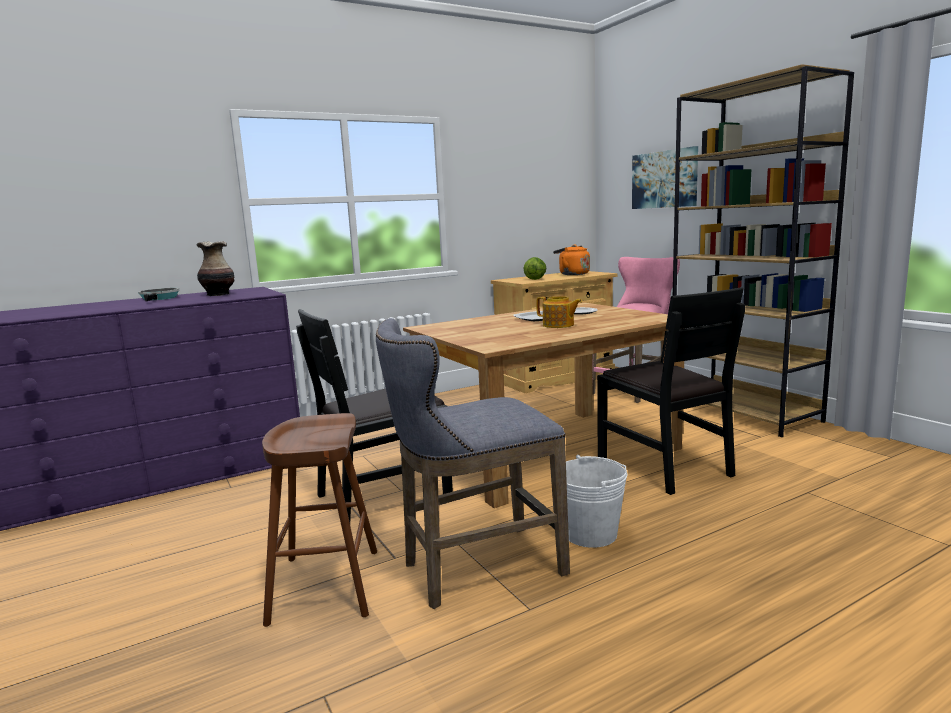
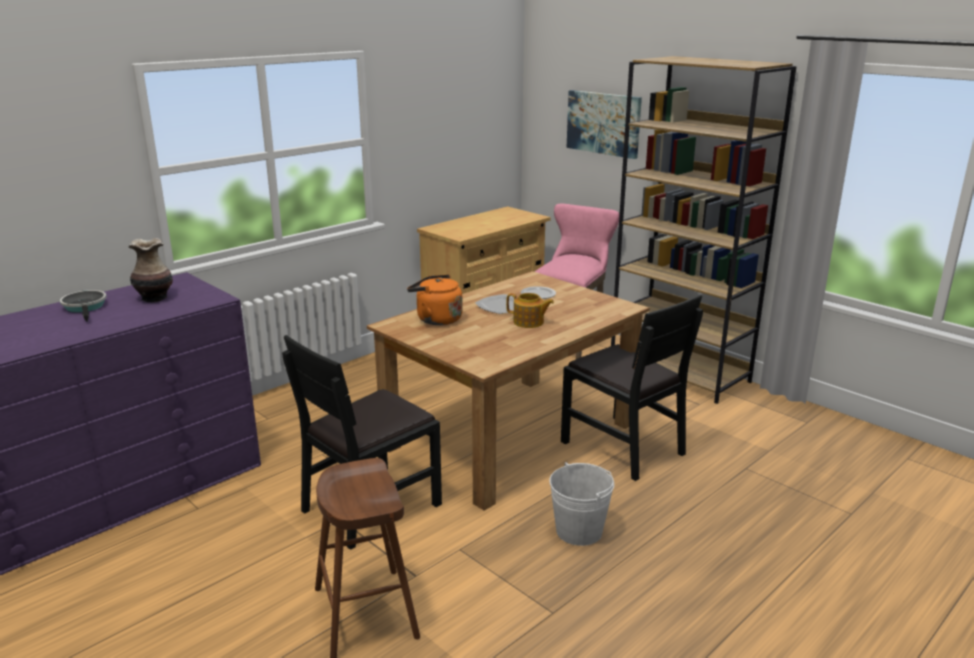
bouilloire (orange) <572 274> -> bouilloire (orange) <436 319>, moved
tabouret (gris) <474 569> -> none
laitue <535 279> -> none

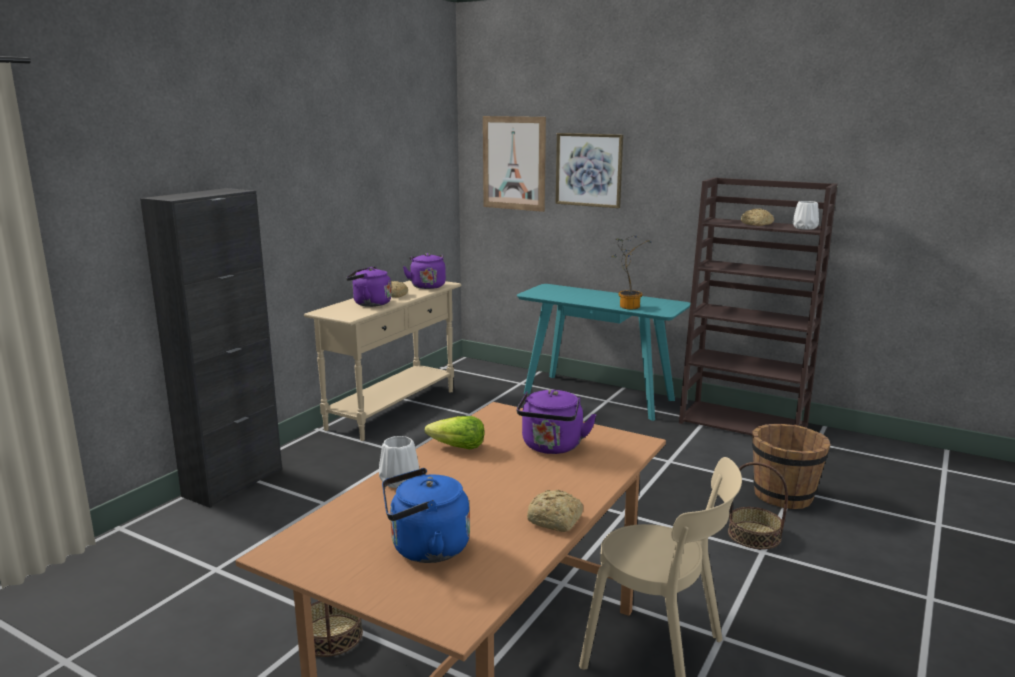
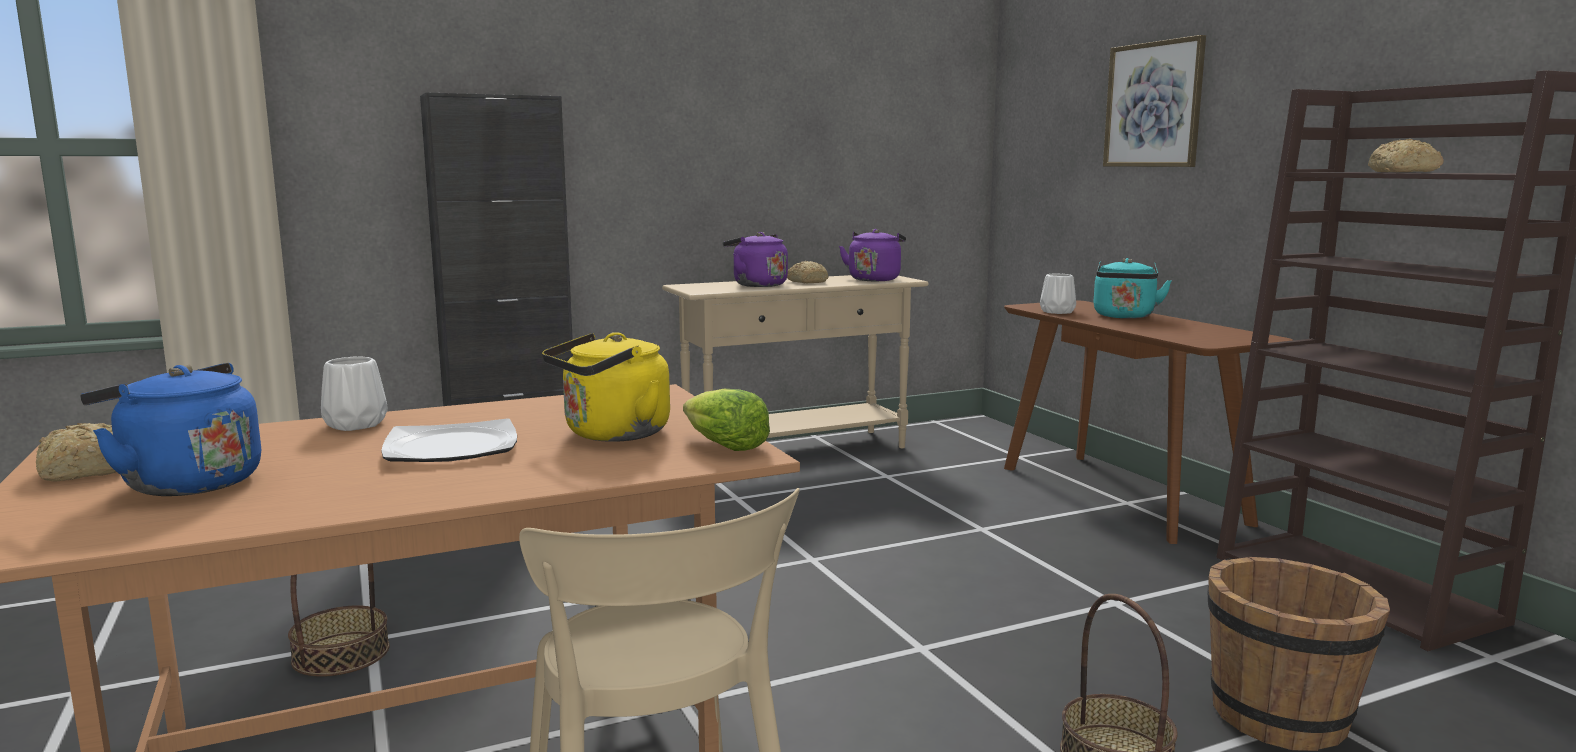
pain <556 521> -> pain <85 471>, moved
none -> assiette <453 447>
bouilloire (violet) <552 447> -> bouilloire (jaune) <612 434>
laitue <457 447> -> laitue <723 446>, moved
table console (turquoise) <598 396> -> table console (marron) <1121 494>
vase (blanc) <805 228> -> vase (blanc) <1058 312>, moved
none -> bouilloire (turquoise) <1124 316>
tableau <514 163> -> none
plante en pot <627 306> -> none

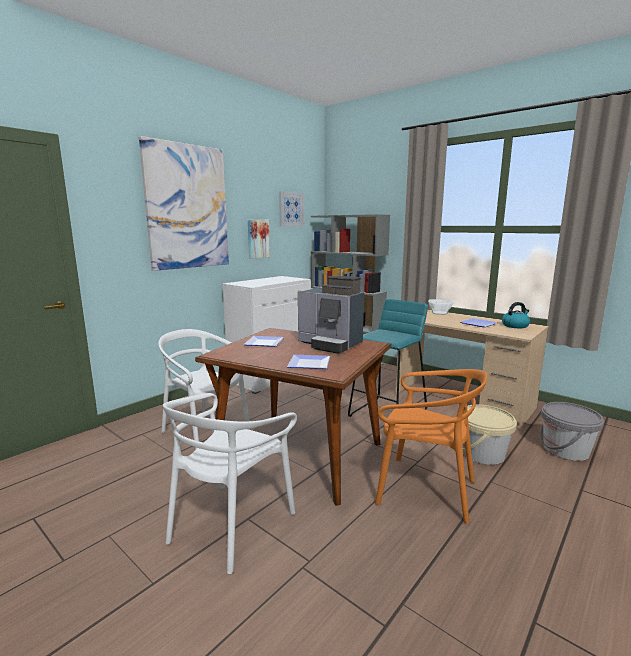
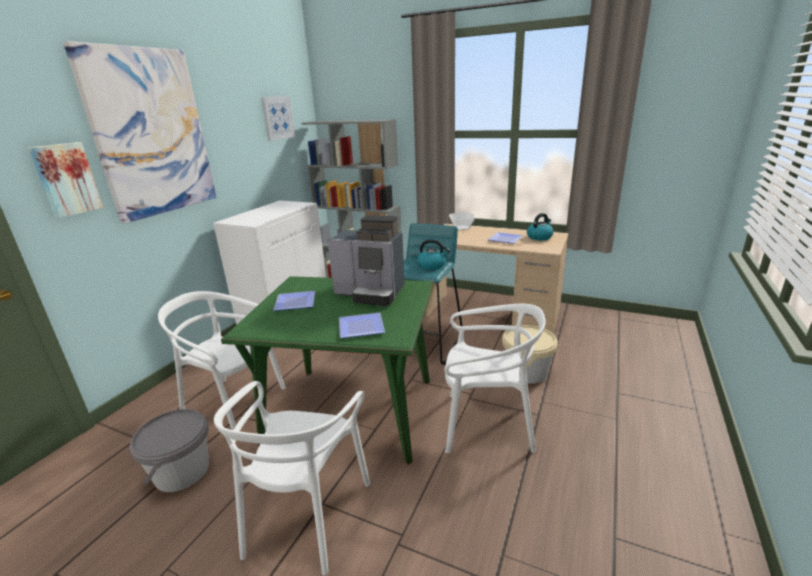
tableau <257 238> -> tableau <66 179>, moved
seau (gris) <565 450> -> seau (gris) <182 471>, moved
table à manger (marron) <300 454> -> table à manger (vert) <352 411>
none -> bouilloire <432 265>
chaise (orange) <425 489> -> chaise (blanc) <487 424>

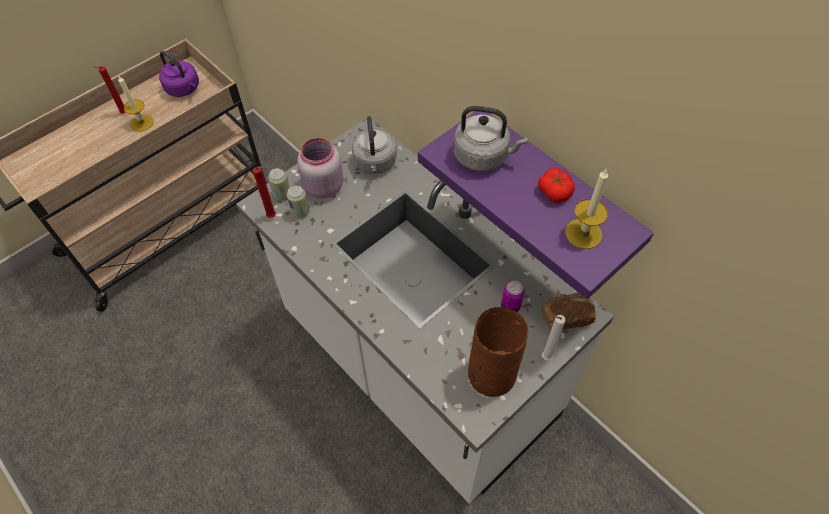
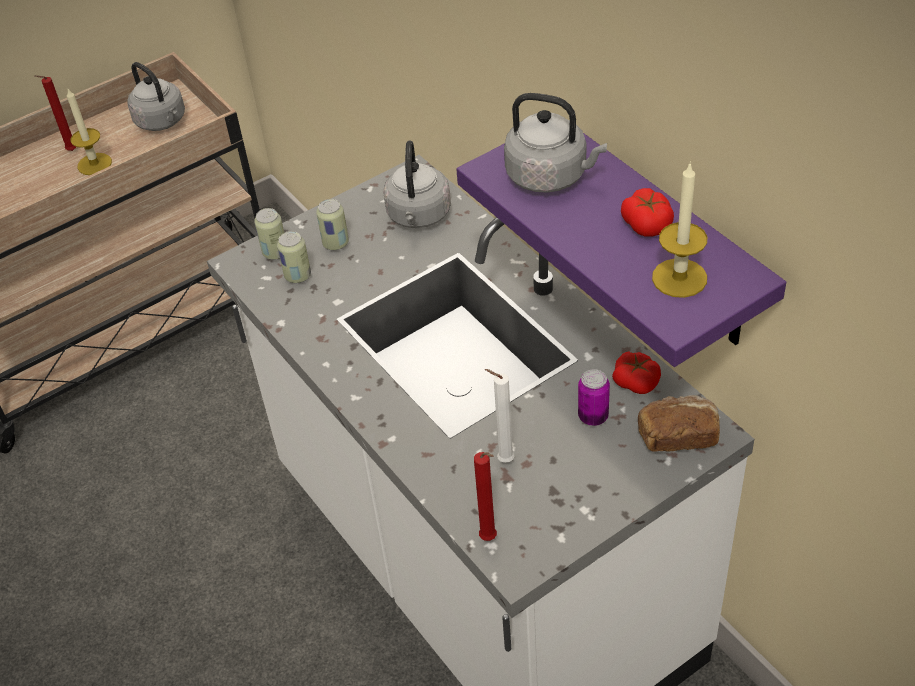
bouilloire (violet) <184 89> -> bouilloire (gris) <162 122>
bocal (rose) <322 186> -> boîte métallique <335 243>
bougie (rouge) <272 217> -> bougie (rouge) <490 539>, moved
bougie (blanc) <544 357> -> bougie (blanc) <503 460>, moved
none -> tomate <636 381>
vase (marron) <490 374> -> none

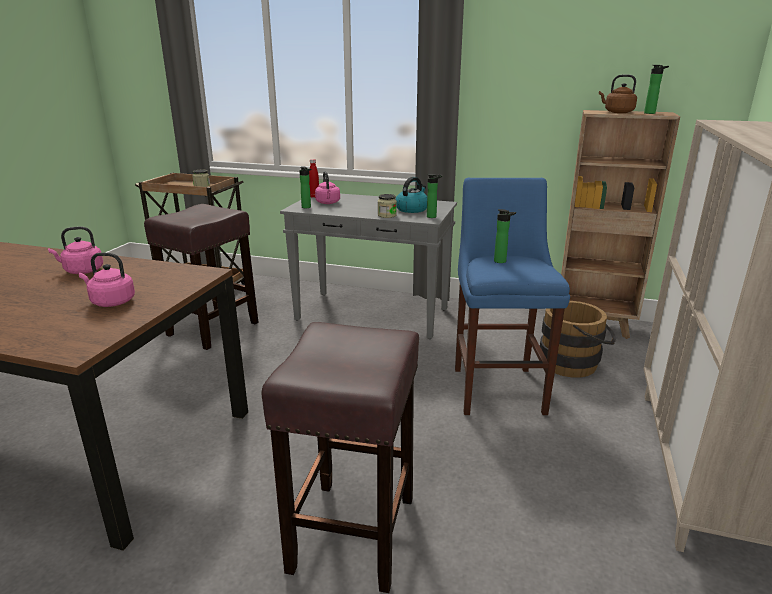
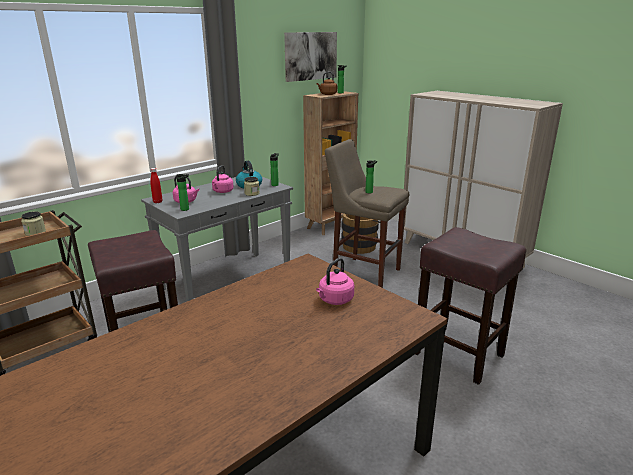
bouilloire (rose) <82 271> -> bouilloire (rose) <222 191>, moved
none -> tableau <310 56>
tabouret (bleu) <497 387> -> tabouret (beige) <363 272>

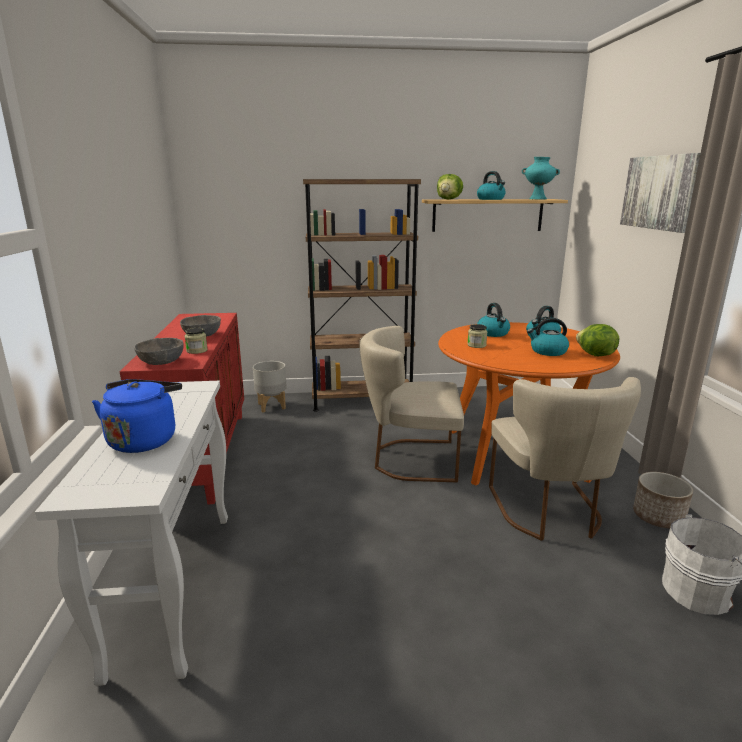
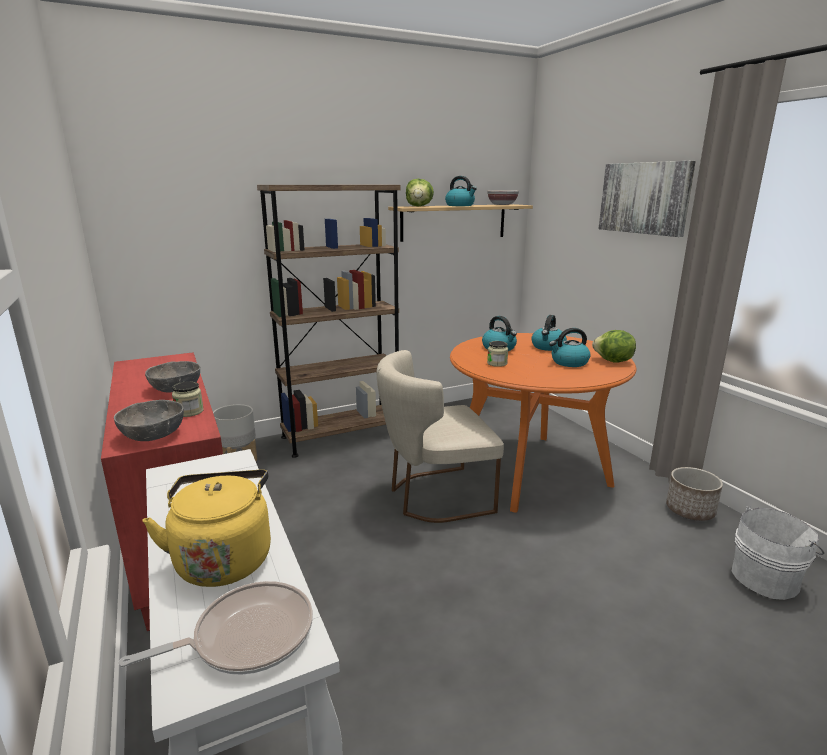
none -> poêle <247 636>
bouilloire (bleu) <144 439> -> bouilloire (jaune) <224 558>
vase (turquoise) <538 199> -> bol <502 204>
chaise (beige) <550 513> -> none

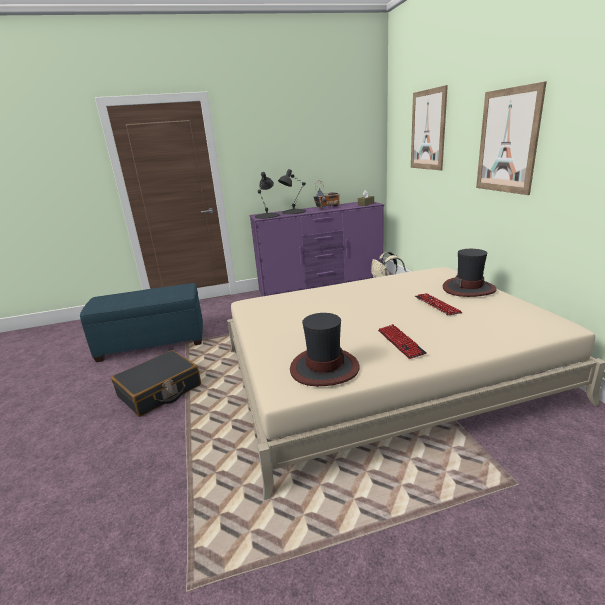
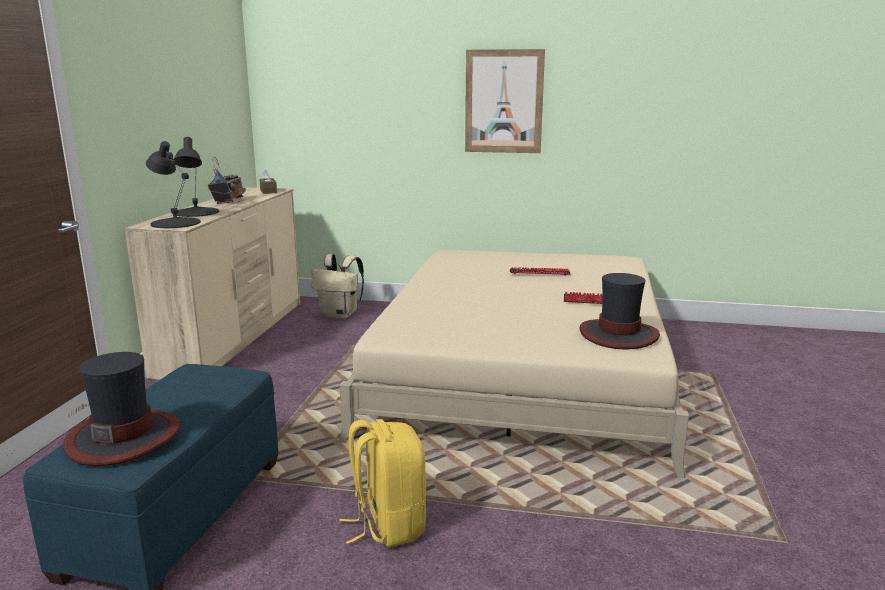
chapeau <469 288> -> chapeau <124 437>, moved
commode (violet) <321 285> -> commode (beige) <235 337>
valise (noir) <160 391> -> sac à dos (jaune) <388 525>
tableau <428 130> -> none

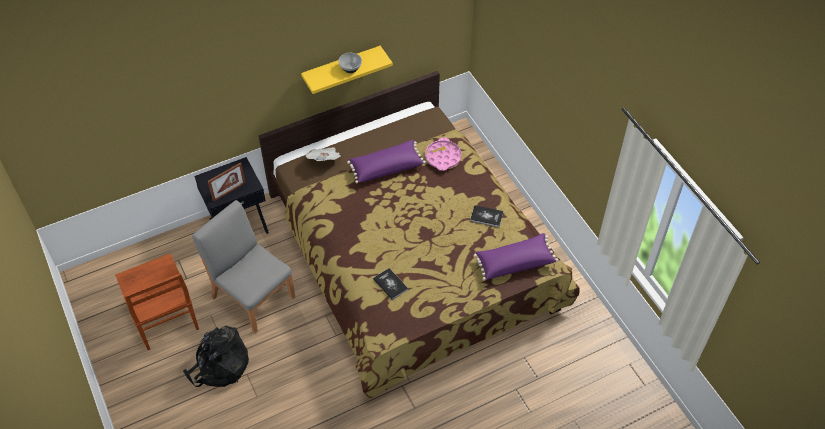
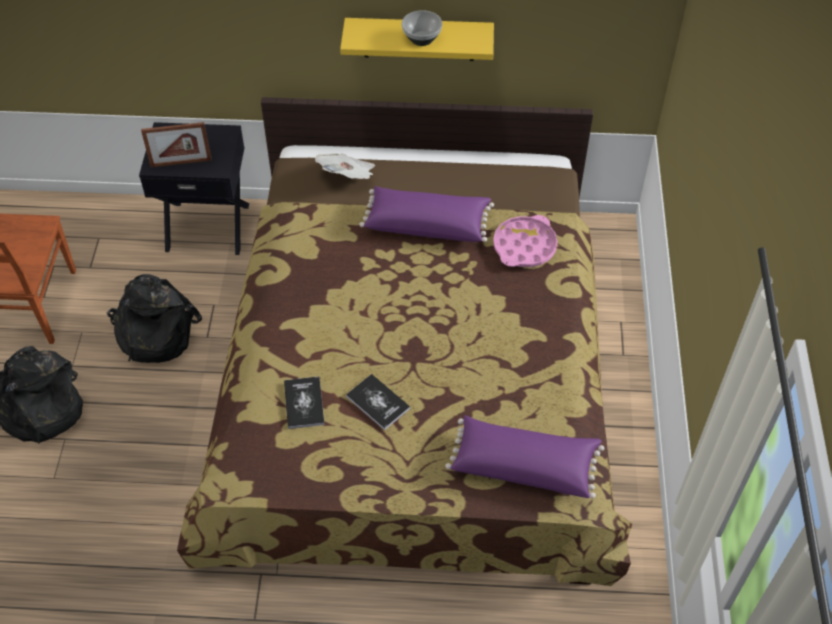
chaise (gris) <253 296> -> sac à dos (noir) <154 333>
livre <486 216> -> livre <378 402>, moved

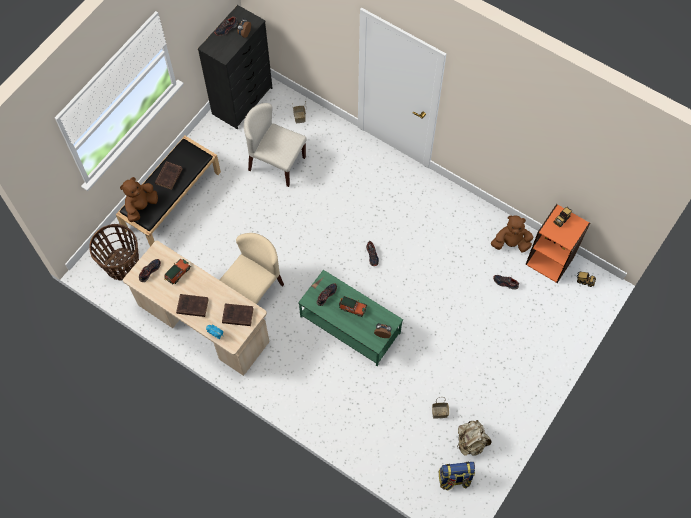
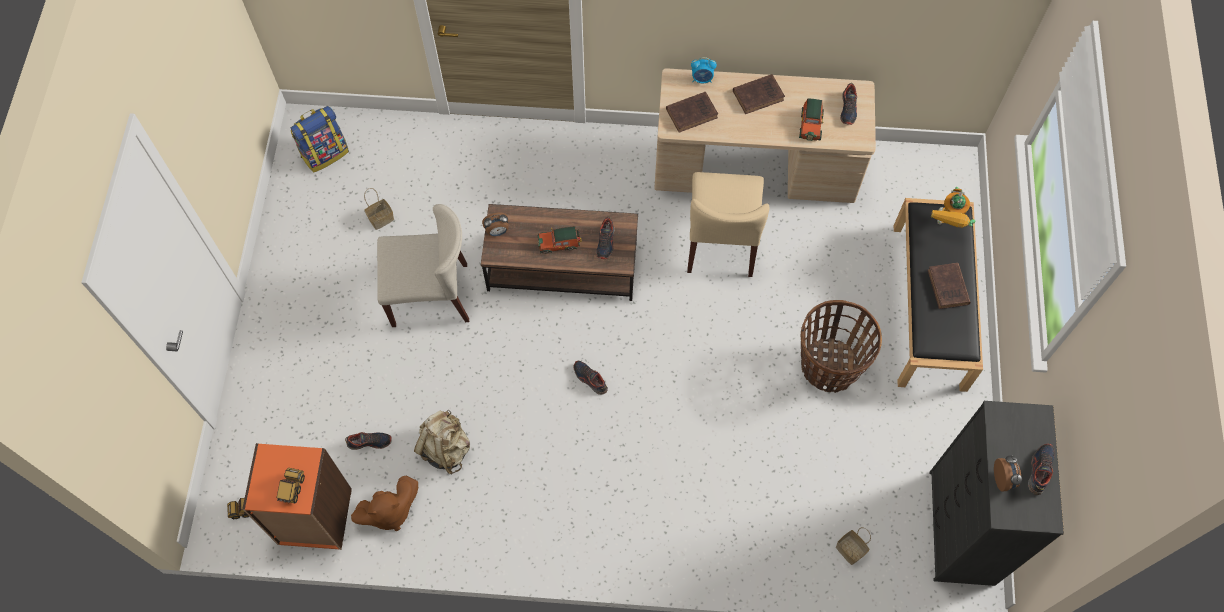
chaise (beige) <276 163> -> chaise (beige) <431 294>, moved
sac à dos (beige) <470 441> -> sac à dos (beige) <445 448>, moved
table basse (vert) <349 325> -> table basse (marron) <563 266>
panier <122 265> -> panier <828 366>, moved
peluche (marron) <141 206> -> robot jouet <947 224>

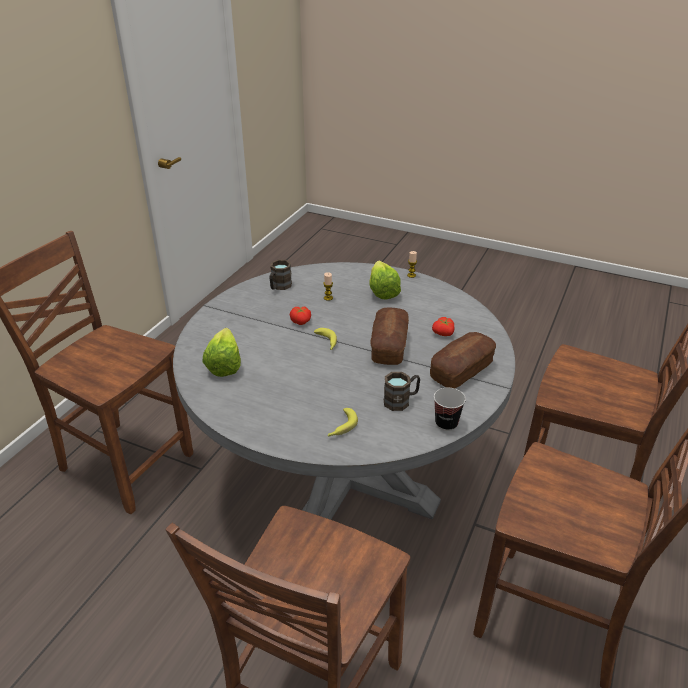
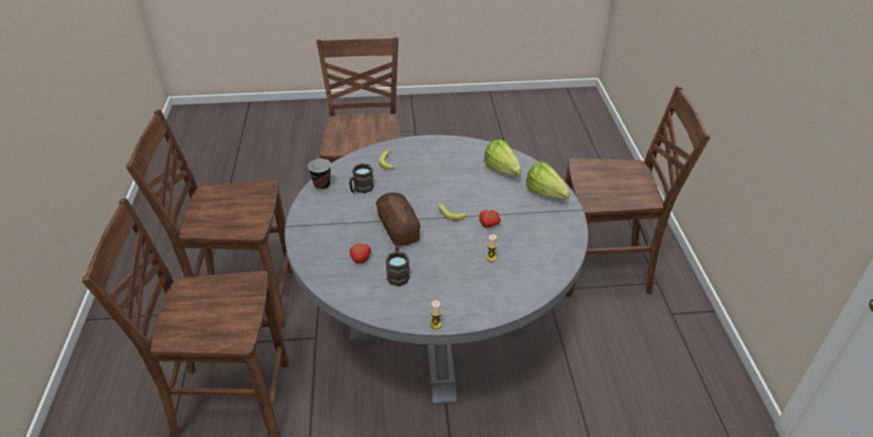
mug (marron) <279 287> -> mug (marron) <398 274>, moved
laitue <383 289> -> laitue <548 196>, moved
pain <461 371> -> none

